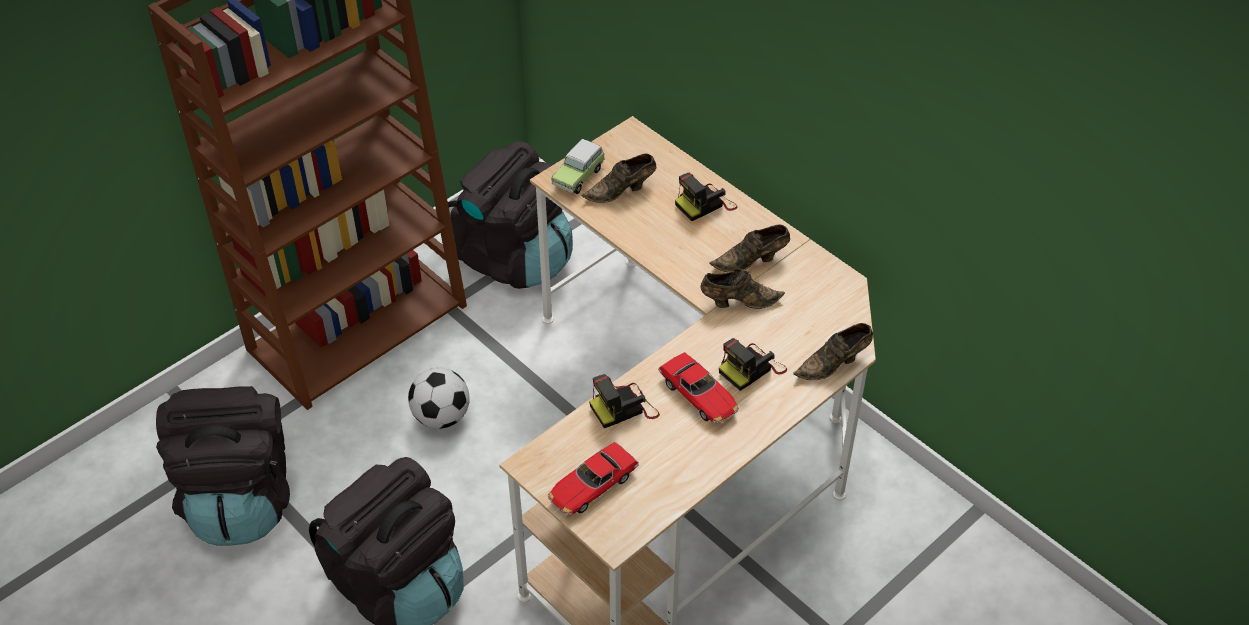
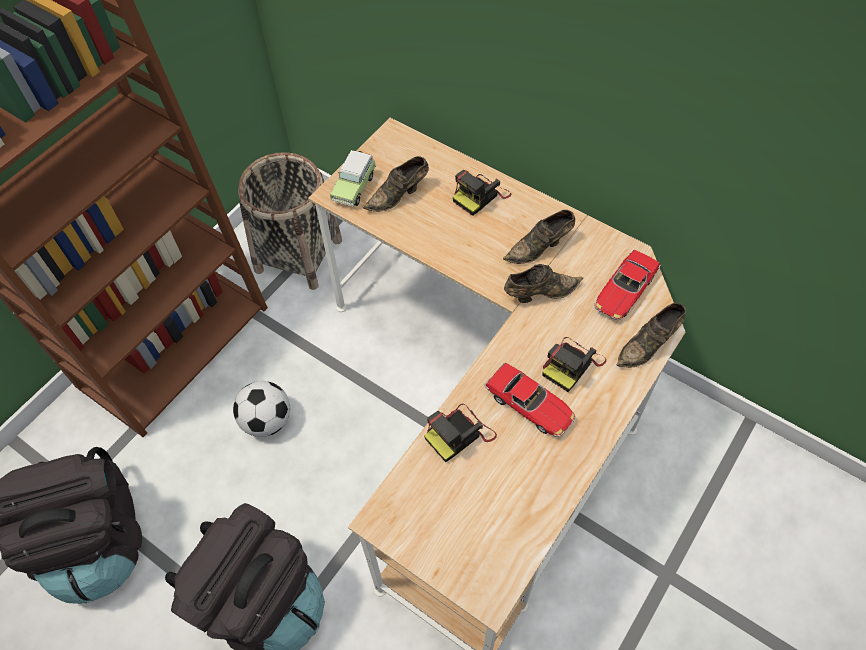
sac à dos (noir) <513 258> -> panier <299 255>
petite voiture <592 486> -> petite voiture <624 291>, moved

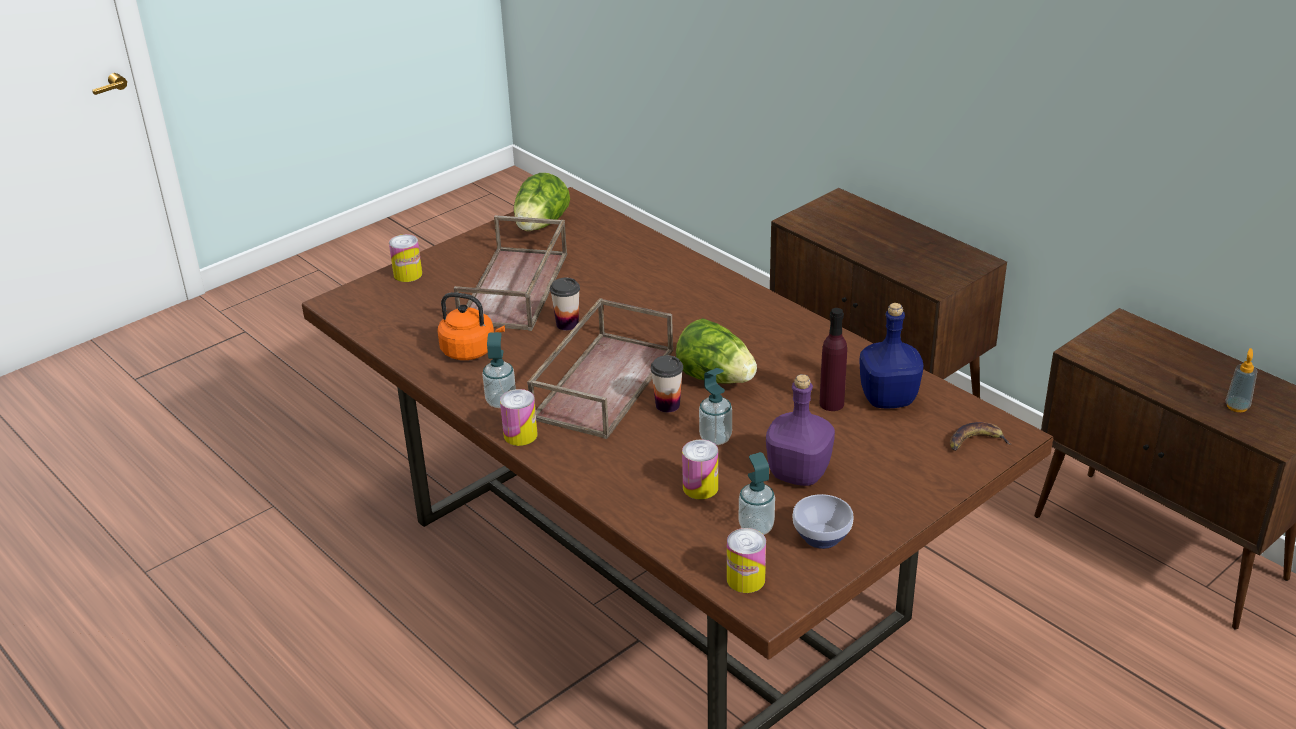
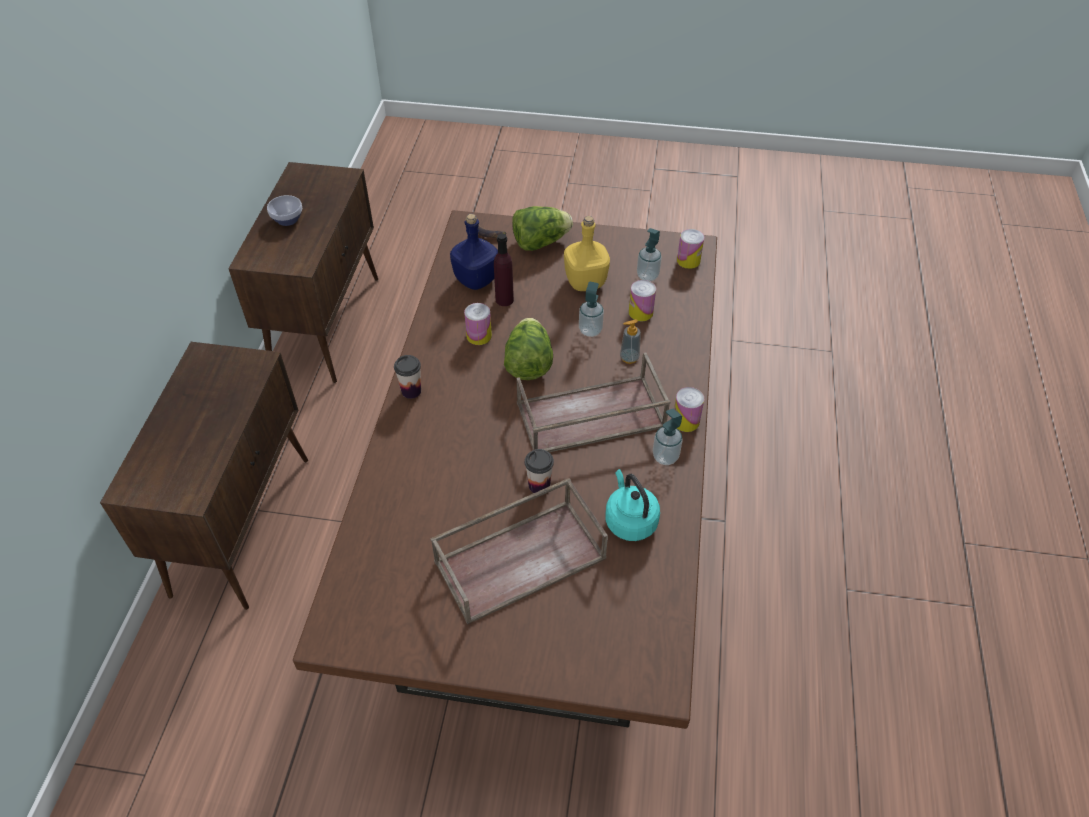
bol <820 536> -> bol <287 220>, moved
tasse <667 405> -> tasse <411 391>, moved
boîte métallique <408 274> -> boîte métallique <479 336>, moved
laitue <540 226> -> laitue <540 242>, moved
bouteille (violet) <797 473> -> bouteille (jaune) <586 283>
bouilloire (orange) <471 351> -> bouilloire (turquoise) <629 520>
distributeur de savon <1237 406> -> distributeur de savon <629 358>, moved

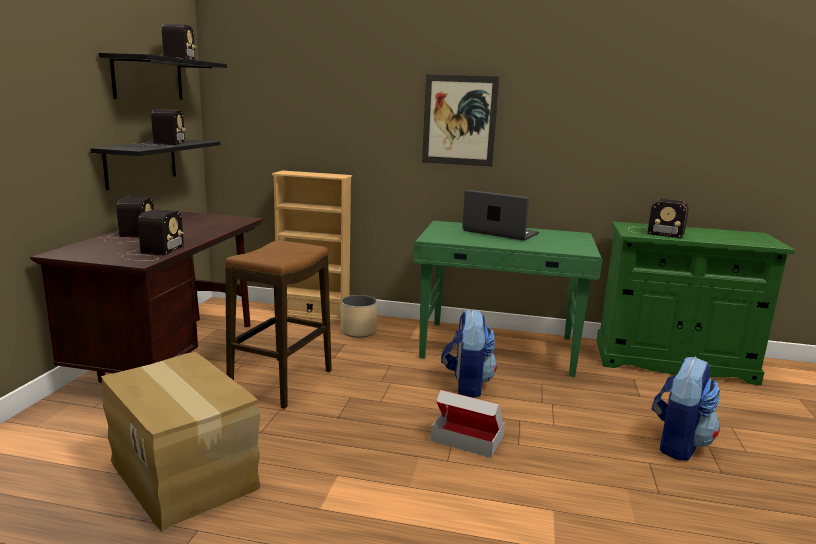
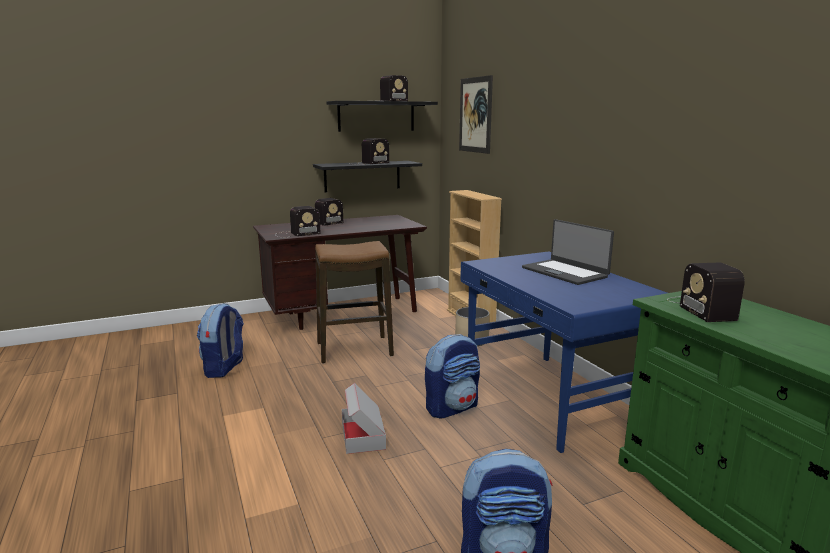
carton <185 473> -> sac à dos <224 368>
tableau <459 120> -> tableau <475 115>, moved
bureau (vert) <499 348> -> bureau (bleu) <551 399>
ordinateur portable <499 232> -> ordinateur portable <565 272>, 150 degrees clockwise

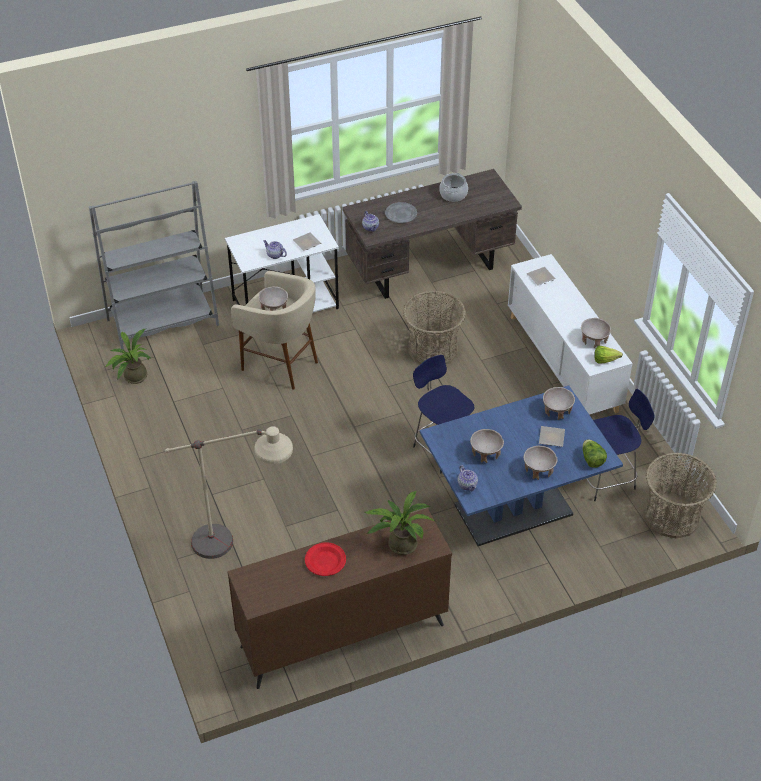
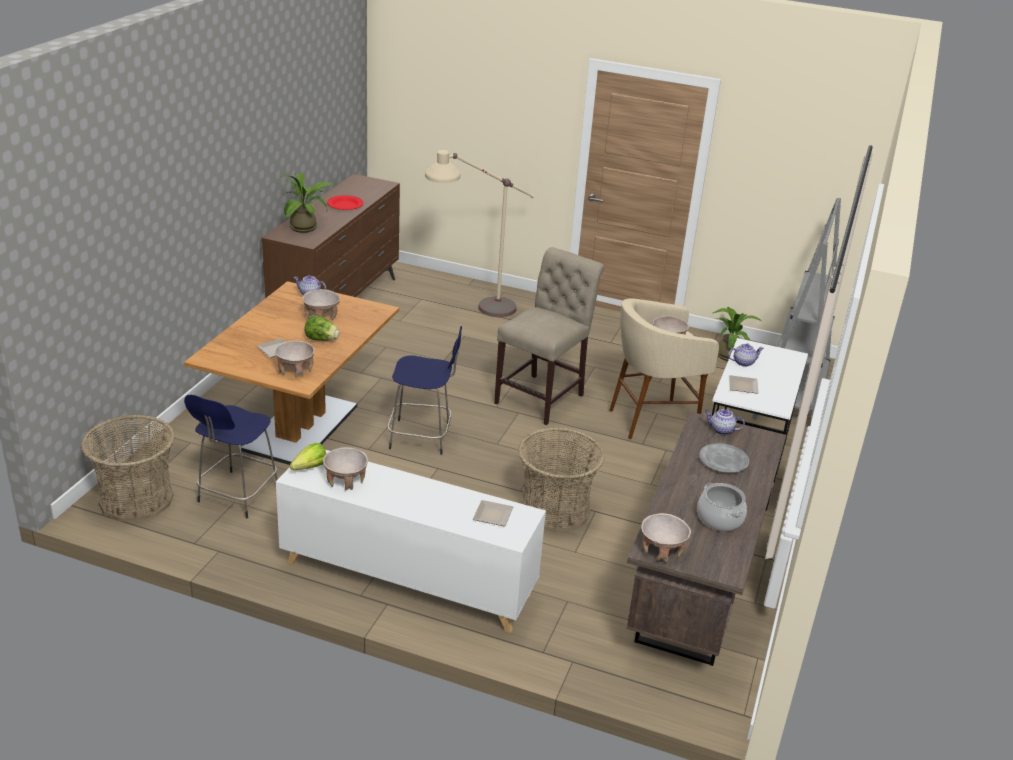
table à manger (bleu) <513 510> -> table à manger (marron) <301 428>
laitue <592 460> -> laitue <321 339>, moved
none -> chaise (beige) <543 397>
bol (beige) <538 470> -> bol (beige) <662 550>, moved

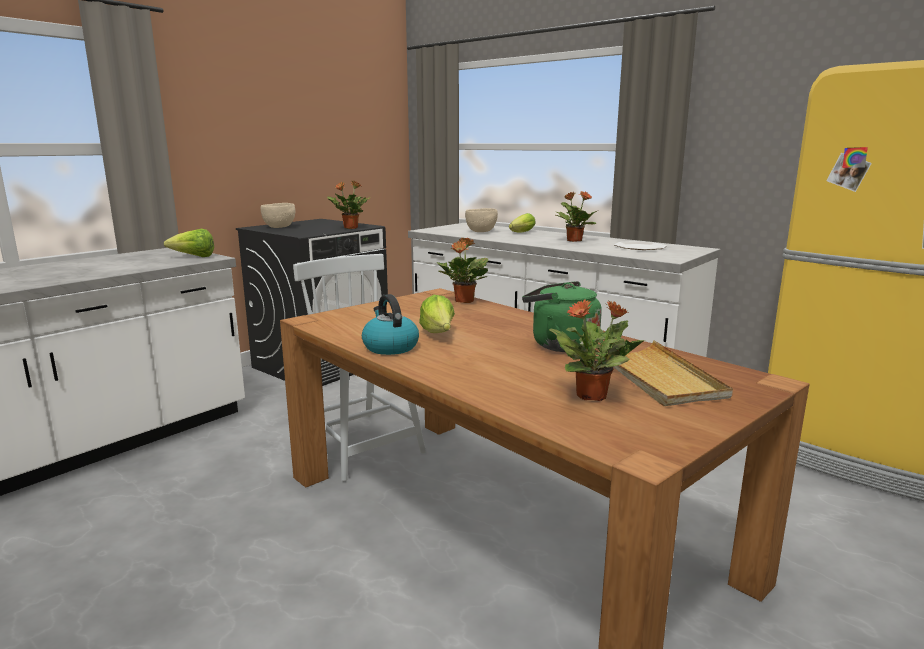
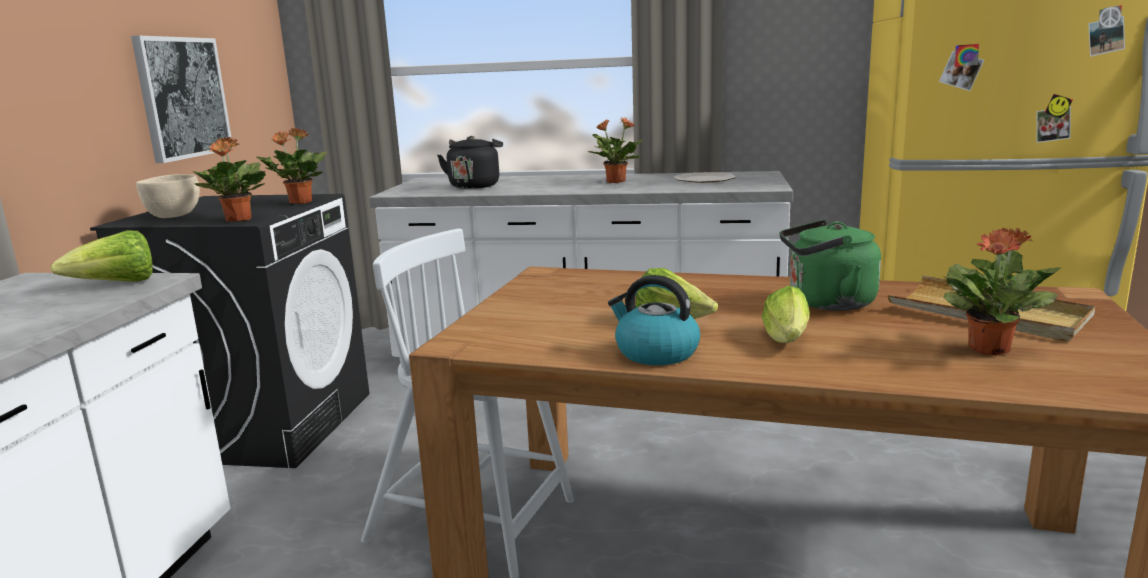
none -> tableau <183 97>
plante en pot <464 301> -> plante en pot <238 220>, moved
bol (beige) <481 232> -> bouilloire (noir) <475 186>
laitue <520 233> -> laitue <786 340>, moved

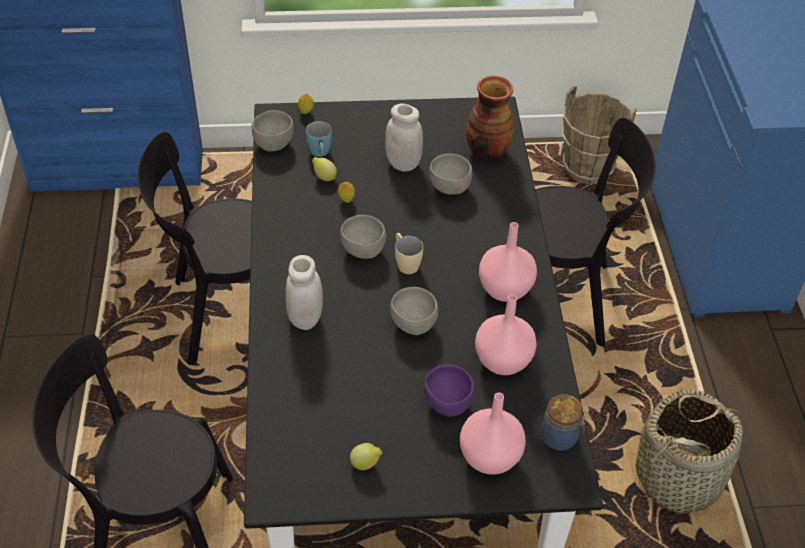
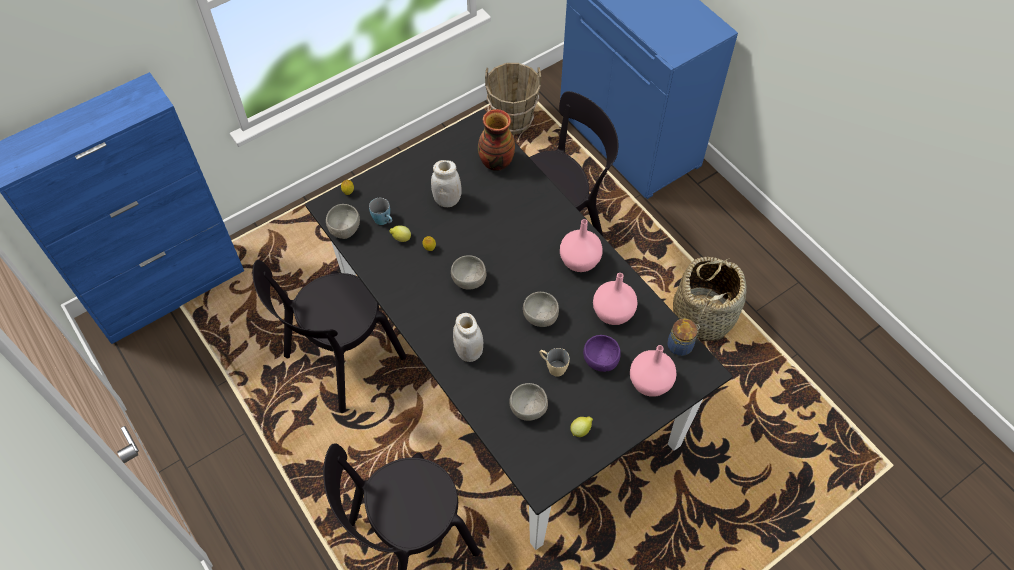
bol (gris) <450 188> -> bol (gris) <529 410>, moved
mug (beige) <405 262> -> mug (beige) <553 367>, moved

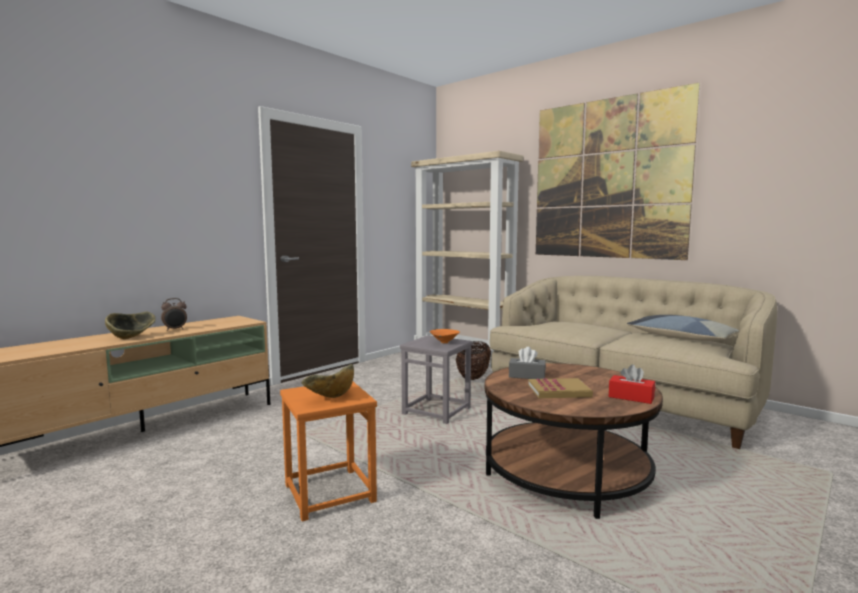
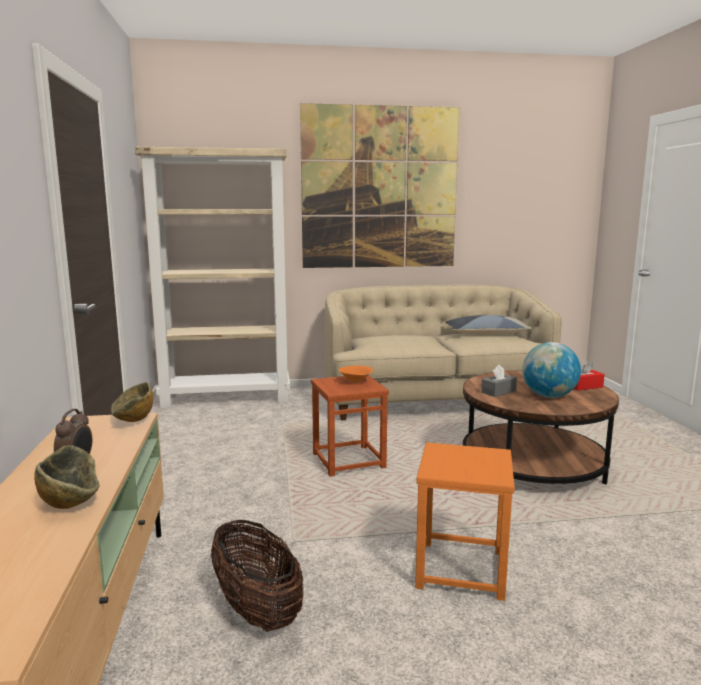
bol <330 398> -> bol <133 422>, moved
panier <473 377> -> panier <257 609>, moved
tabouret (gris) <437 411> -> tabouret (marron) <348 461>
livre <559 391> -> globe <549 396>

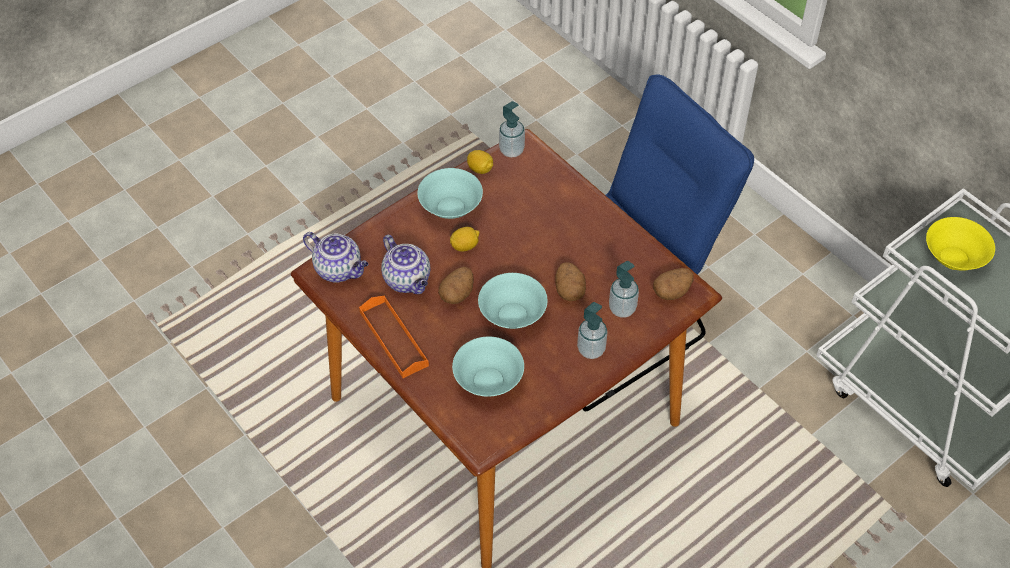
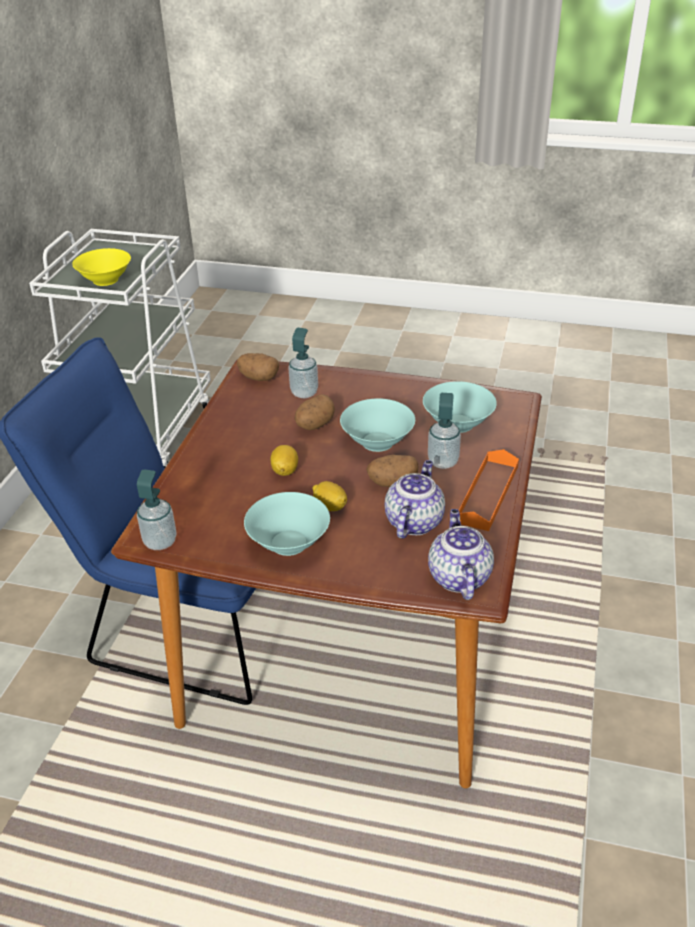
citron <480 169> -> citron <285 470>, moved
distributeur de savon <591 349> -> distributeur de savon <443 462>, moved

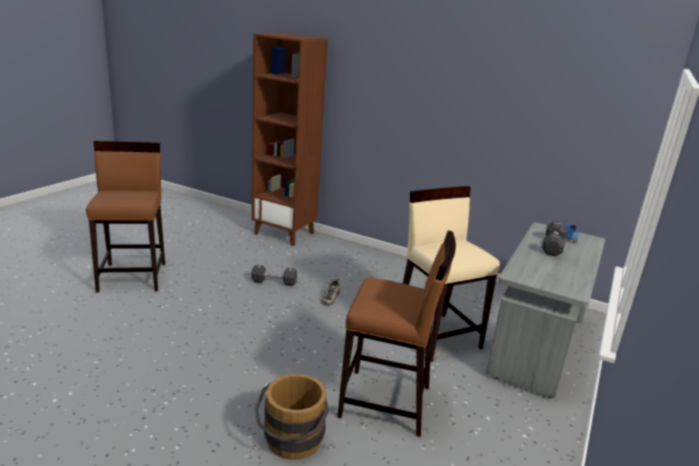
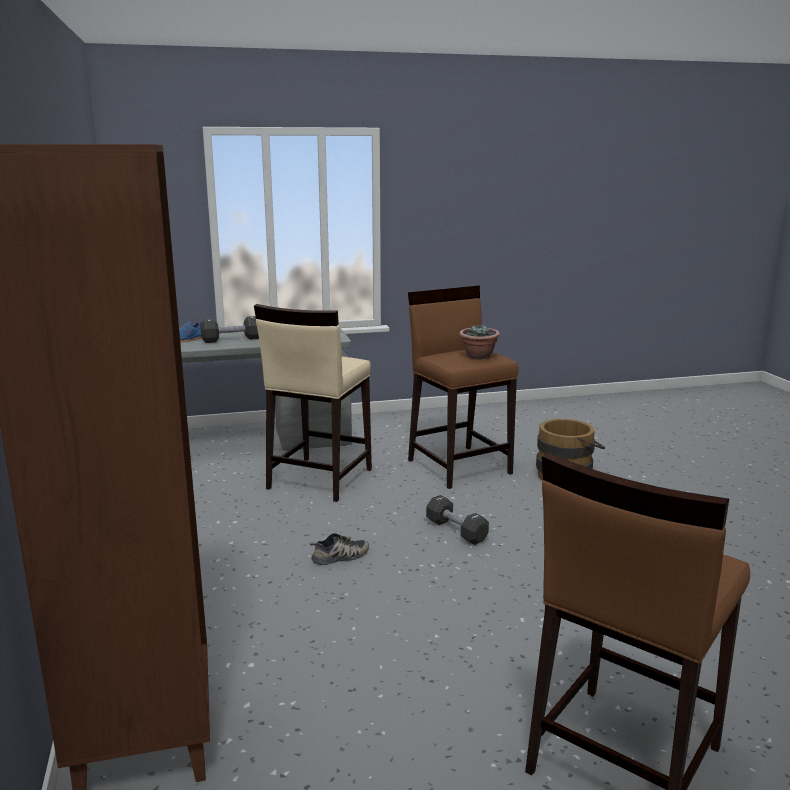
haltère (noir) <274 282> -> haltère (noir) <456 531>, moved
none -> plante en pot <478 356>

